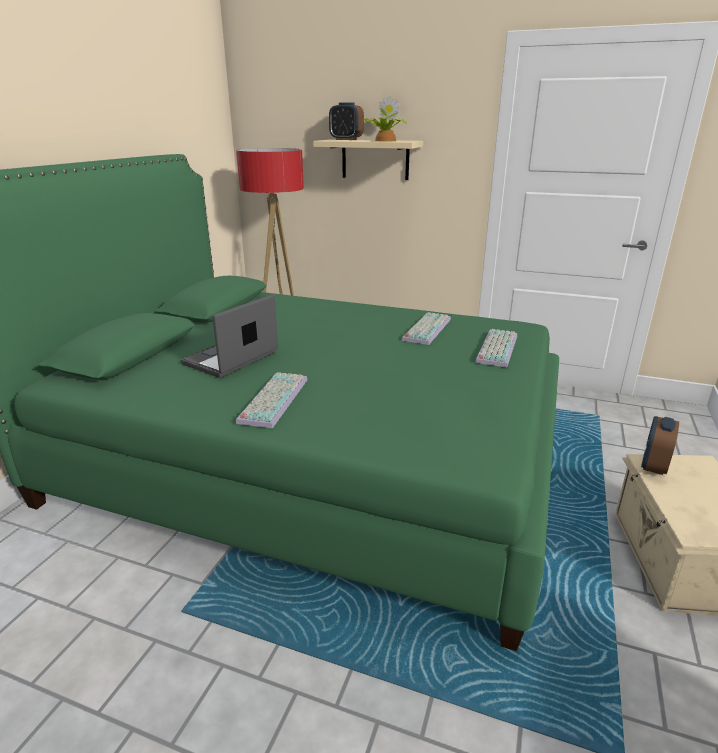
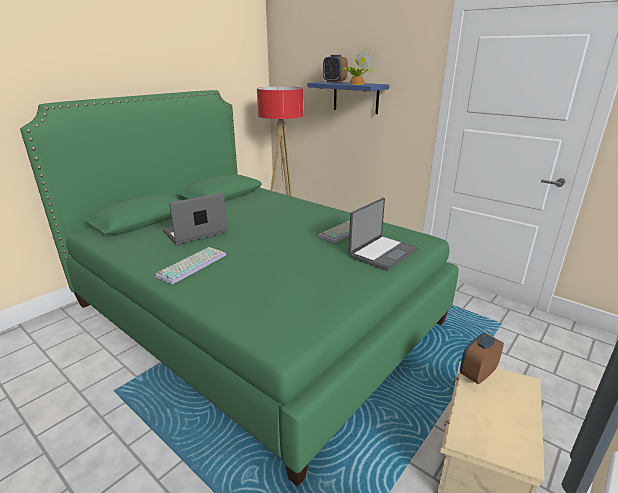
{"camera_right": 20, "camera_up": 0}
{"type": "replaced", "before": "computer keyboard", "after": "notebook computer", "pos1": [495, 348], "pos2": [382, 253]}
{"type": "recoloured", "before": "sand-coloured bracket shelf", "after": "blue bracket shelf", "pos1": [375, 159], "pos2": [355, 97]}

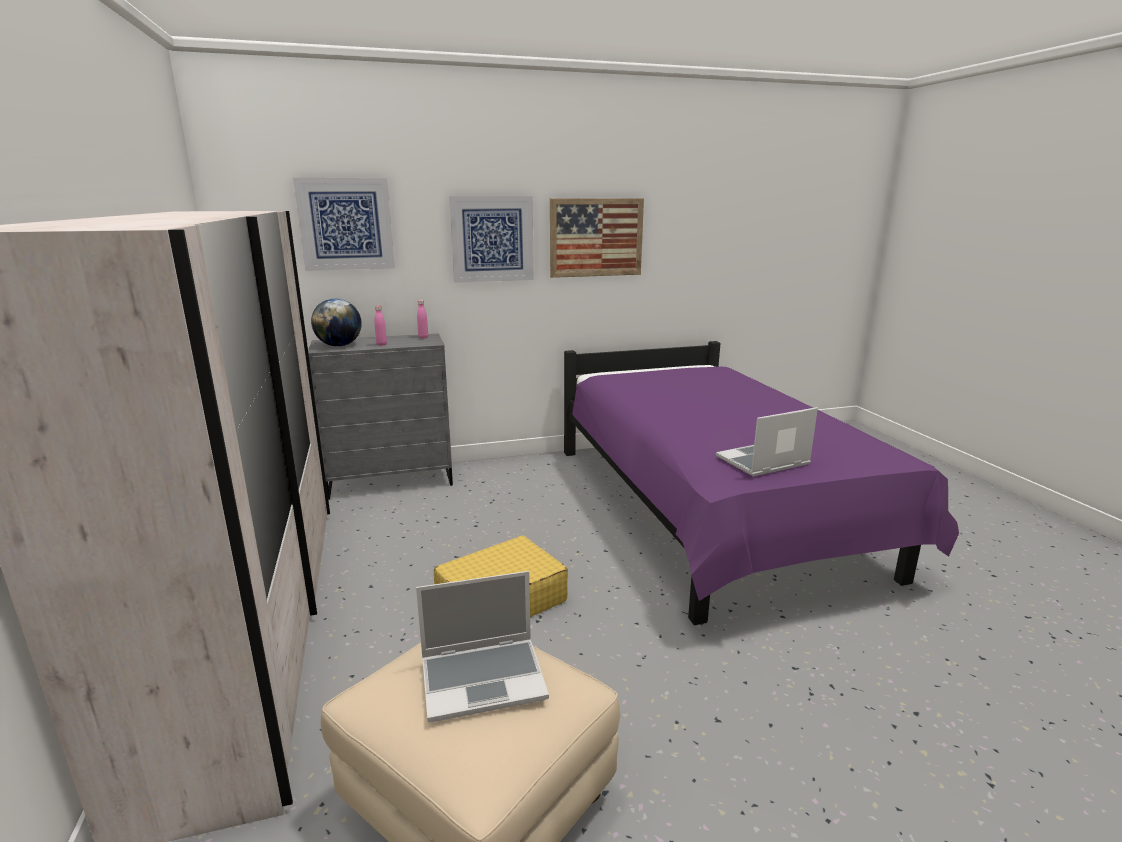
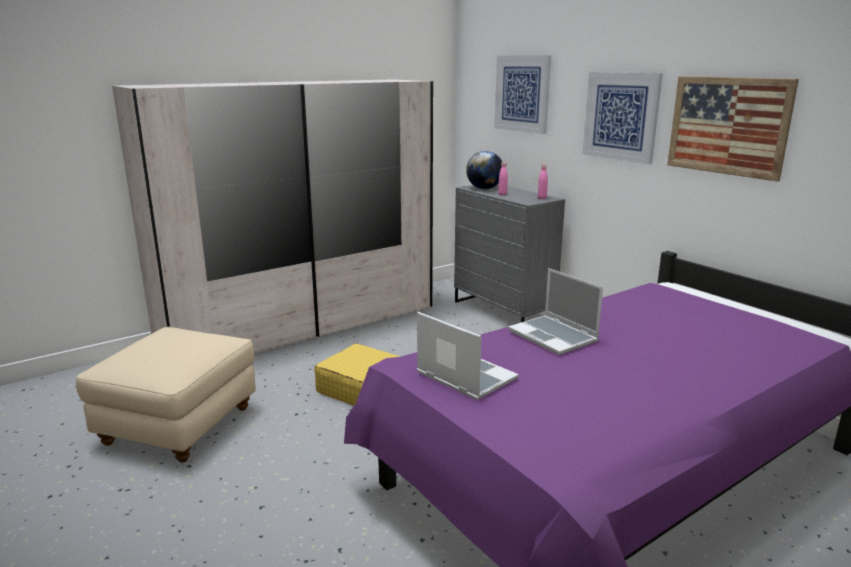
{"camera_right": 70, "camera_up": 0}
{"type": "moved", "before": "notebook computer", "pos1": [484, 679], "pos2": [554, 336]}

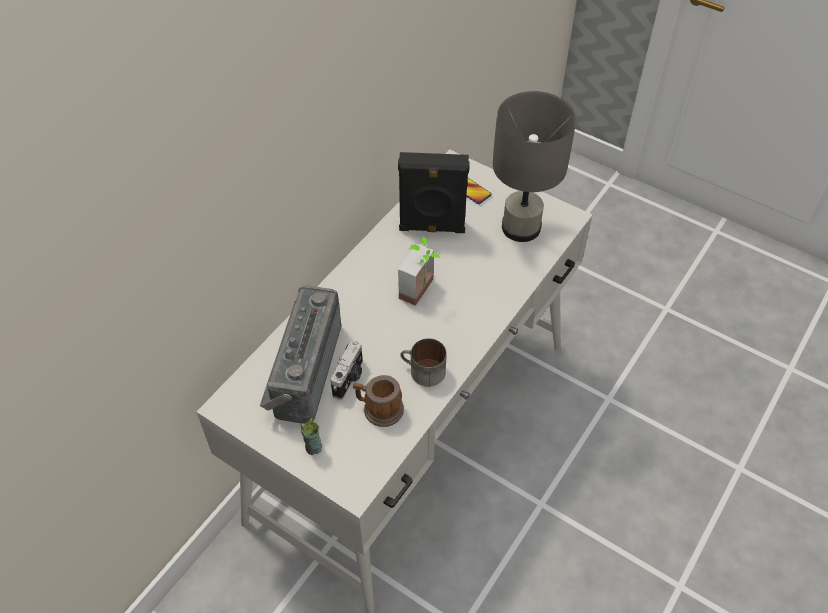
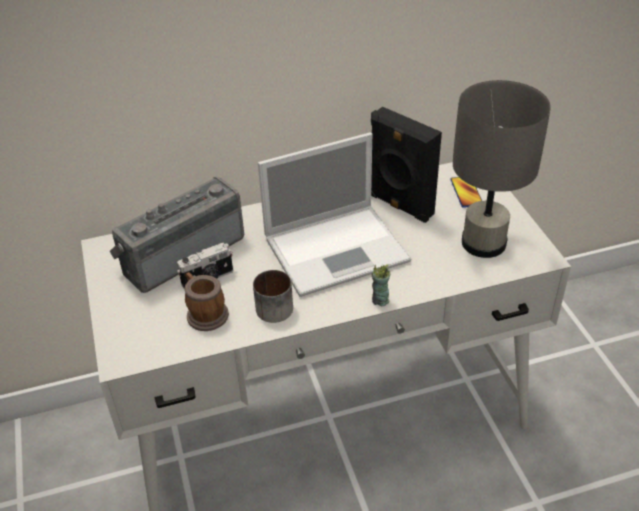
{"camera_right": 40, "camera_up": -10}
{"type": "moved", "before": "drinking cup", "pos1": [313, 448], "pos2": [380, 300]}
{"type": "replaced", "before": "houseplant", "after": "notebook computer", "pos1": [423, 292], "pos2": [338, 248]}

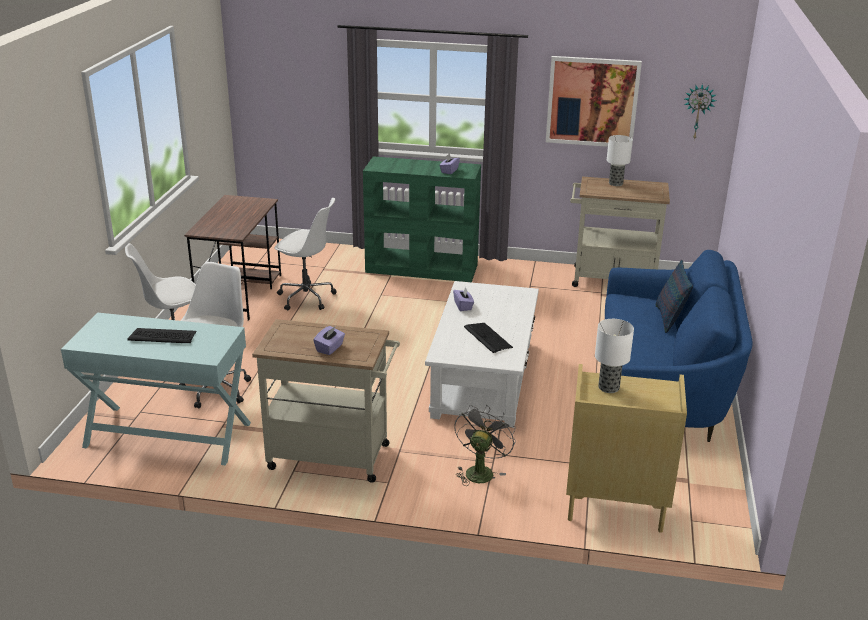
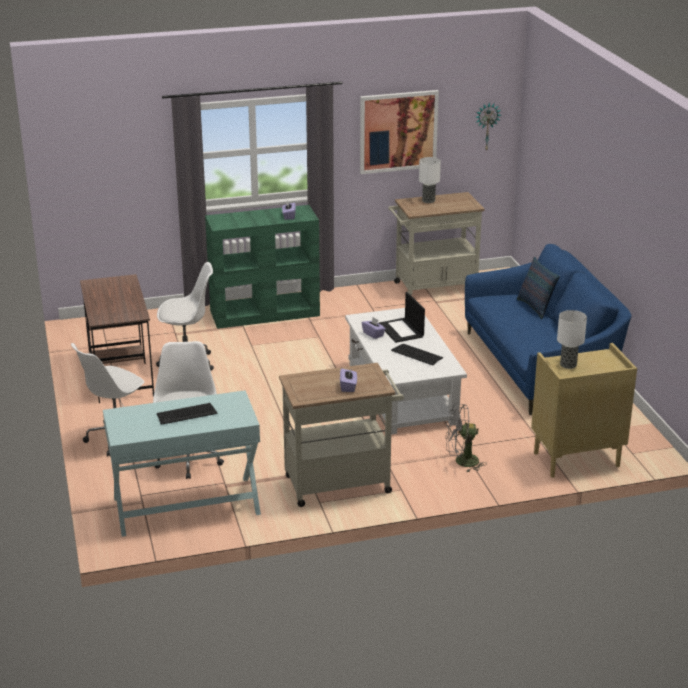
{"camera_right": -25, "camera_up": 0}
{"type": "added", "after": "notebook computer", "pos2": [401, 330]}
{"type": "turned", "before": "grey fan", "pos1": [480, 470], "pos2": [461, 462], "turn": -90}

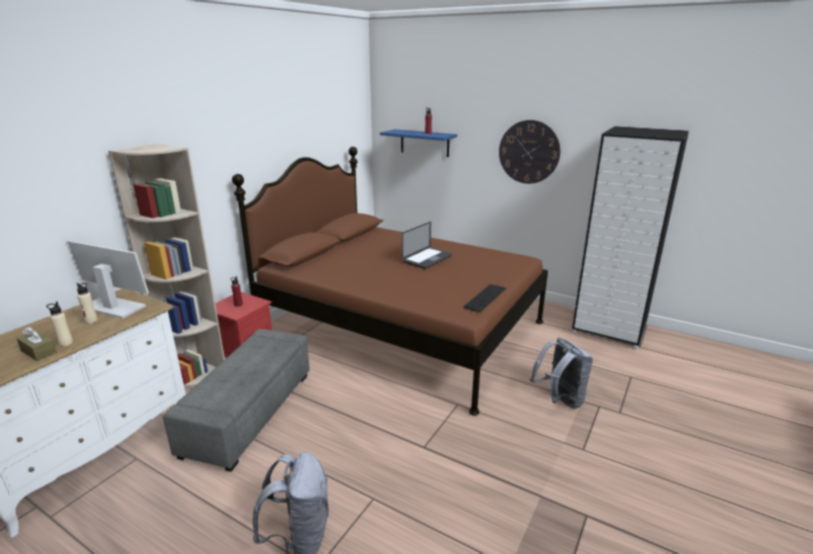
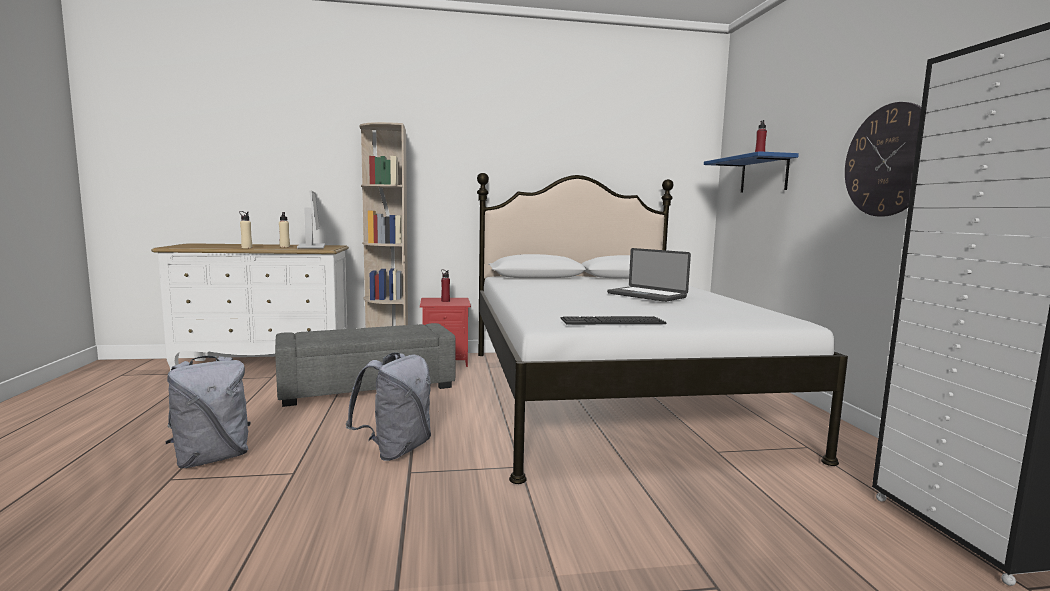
{"camera_right": 50, "camera_up": -15}
{"type": "removed", "before": "brownish box of tissues", "pos1": [39, 351]}
{"type": "moved", "before": "grey knapsack", "pos1": [559, 400], "pos2": [395, 450]}
{"type": "recoloured", "before": "brownish bed", "after": "white bed", "pos1": [402, 329], "pos2": [610, 395]}
{"type": "turned", "before": "notebook computer", "pos1": [427, 259], "pos2": [646, 295], "turn": 45}

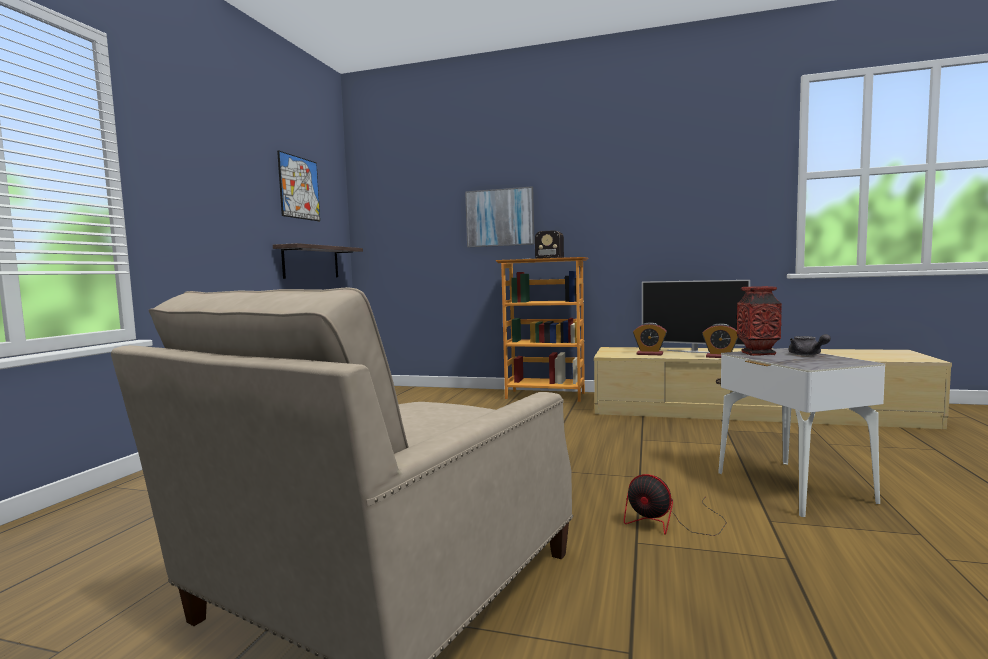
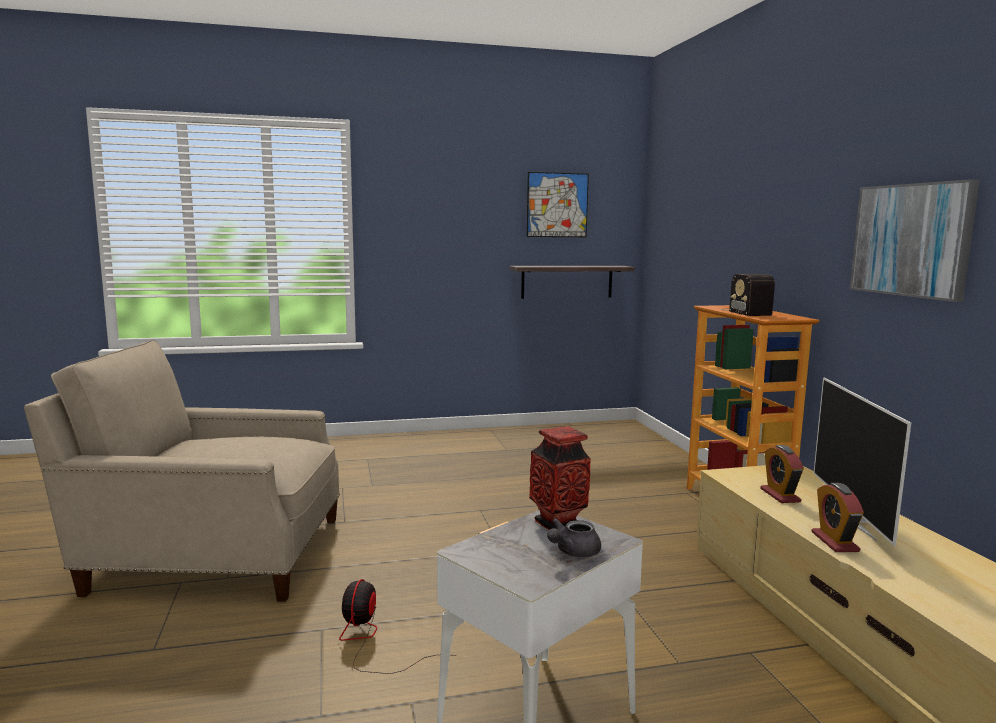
{"camera_right": 60, "camera_up": 5}
{"type": "moved", "before": "picture", "pos1": [500, 217], "pos2": [911, 240]}

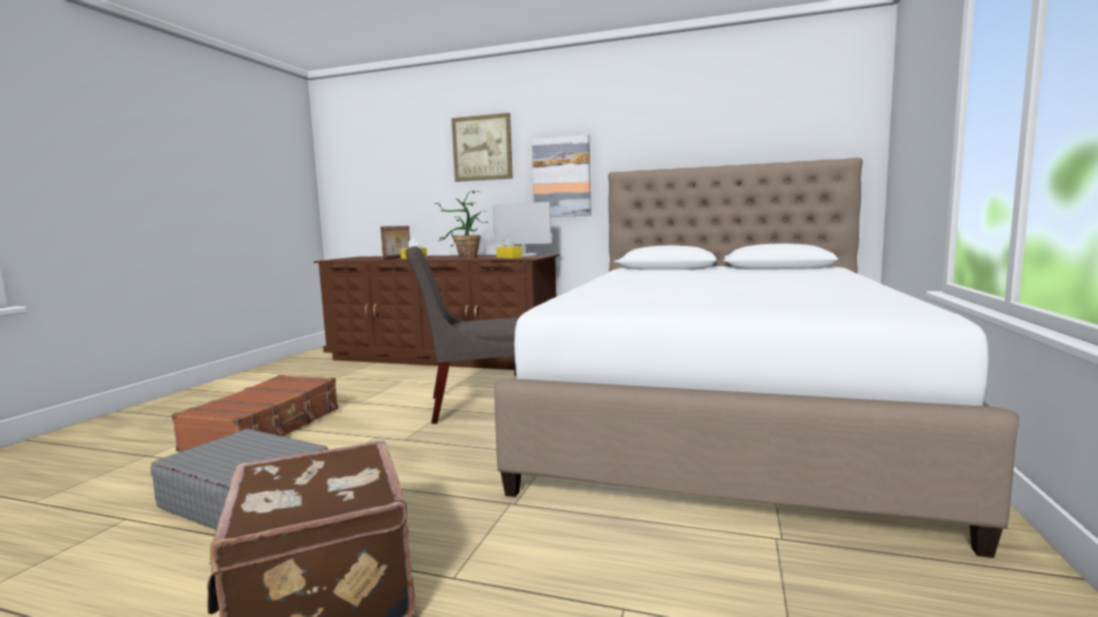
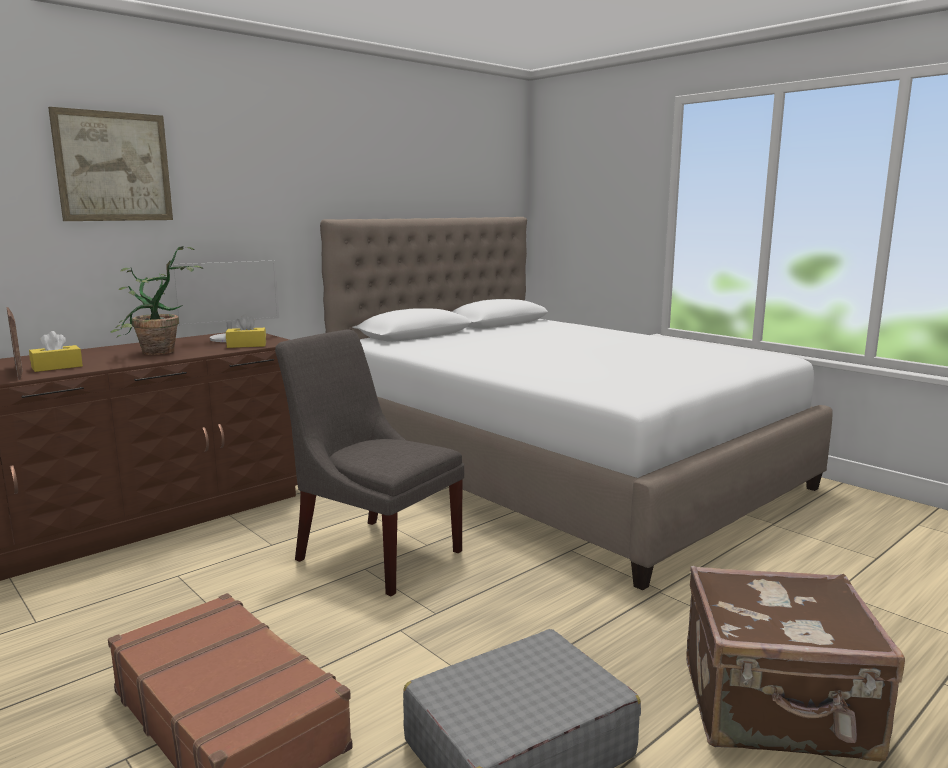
{"camera_right": -60, "camera_up": 5}
{"type": "removed", "before": "picture", "pos1": [561, 177]}
{"type": "turned", "before": "grey plain chair", "pos1": [473, 405], "pos2": [374, 552], "turn": 105}

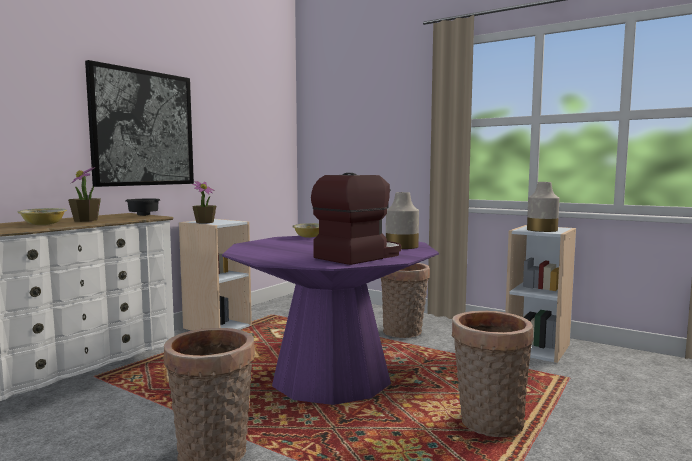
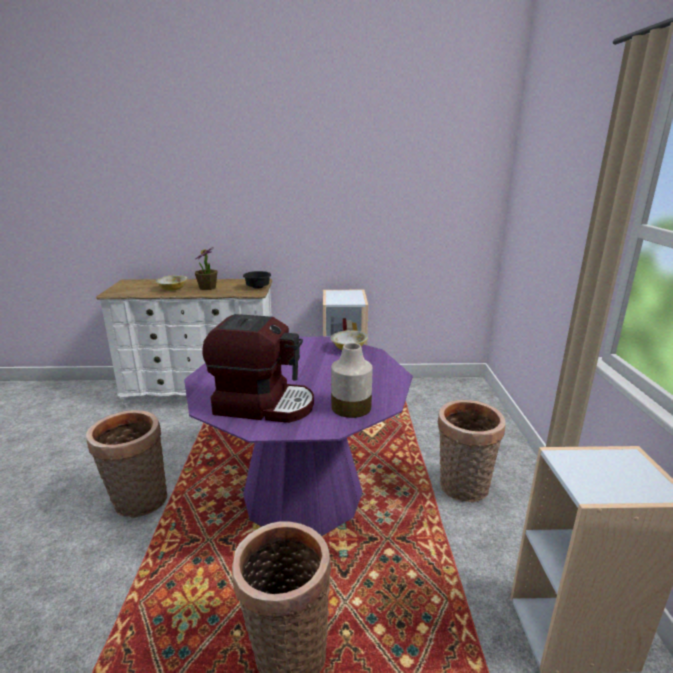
{"camera_right": 55, "camera_up": 15}
{"type": "removed", "before": "picture", "pos1": [143, 128]}
{"type": "removed", "before": "houseplant", "pos1": [205, 222]}
{"type": "removed", "before": "sand-coloured decorative vase", "pos1": [541, 230]}

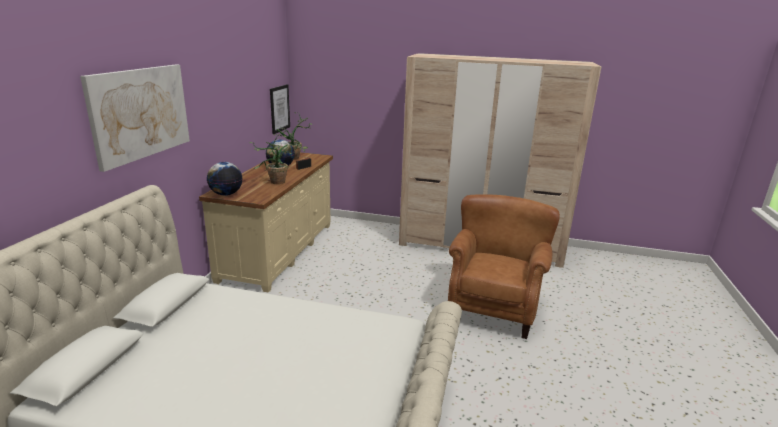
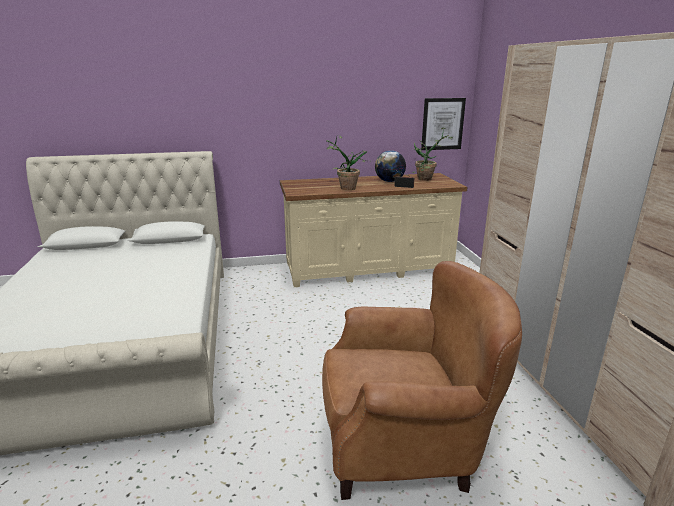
{"camera_right": 65, "camera_up": 0}
{"type": "removed", "before": "picture", "pos1": [140, 113]}
{"type": "removed", "before": "desk globe", "pos1": [226, 194]}

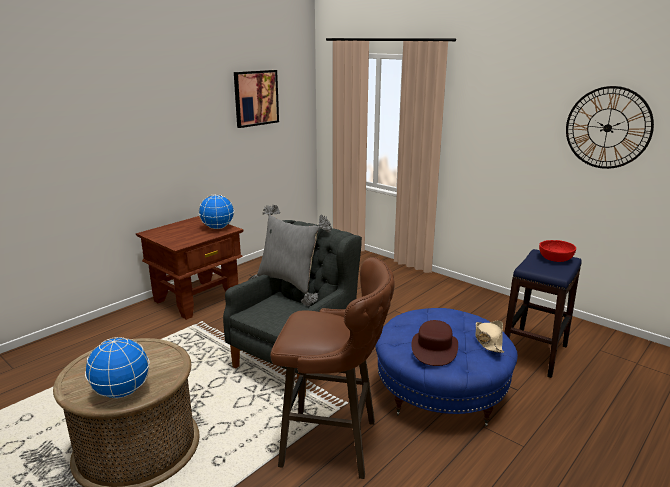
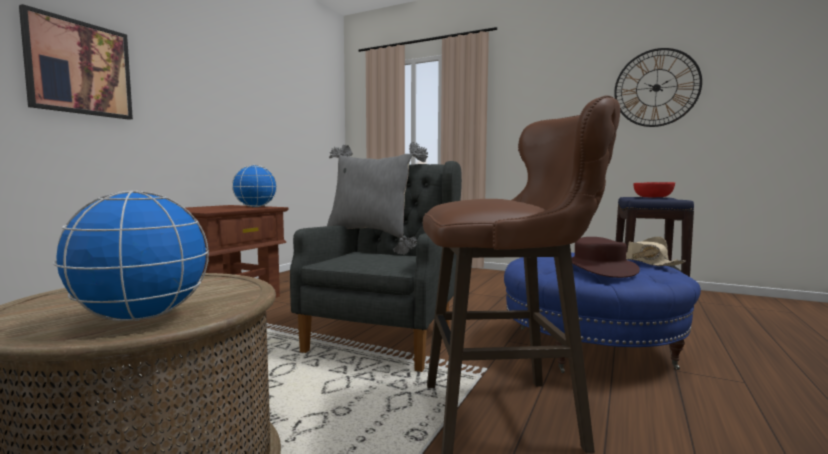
{"camera_right": -15, "camera_up": -15}
{"type": "moved", "before": "picture", "pos1": [256, 98], "pos2": [79, 68]}

